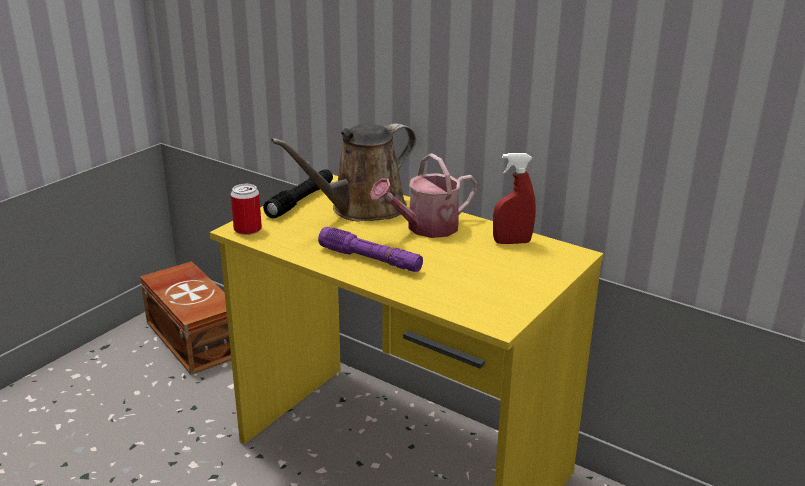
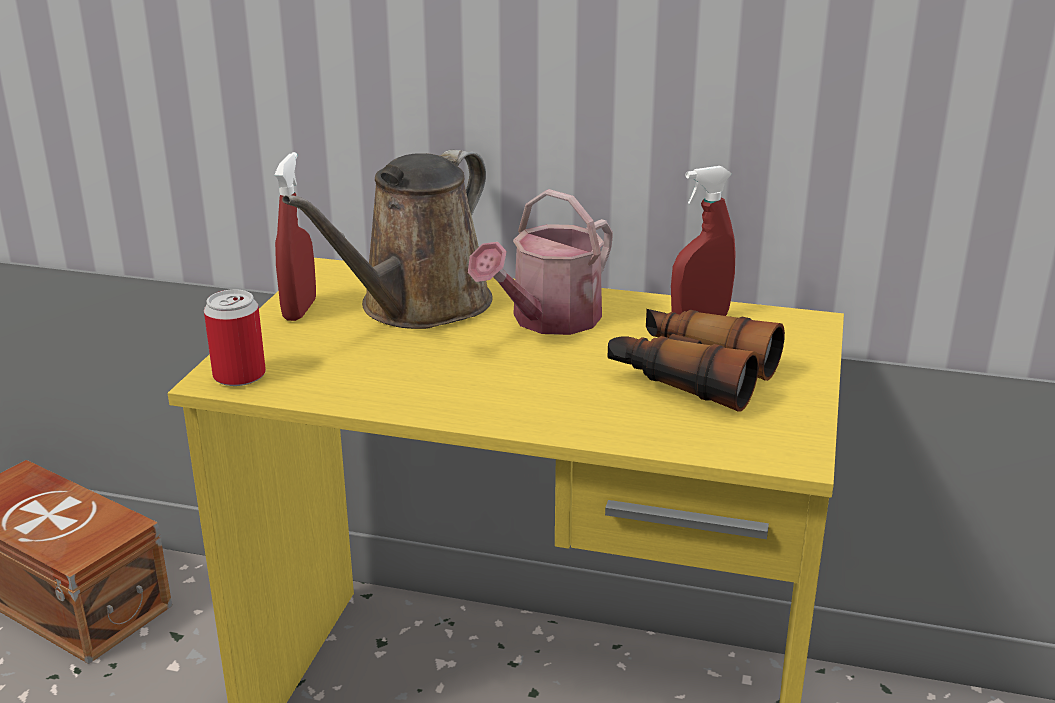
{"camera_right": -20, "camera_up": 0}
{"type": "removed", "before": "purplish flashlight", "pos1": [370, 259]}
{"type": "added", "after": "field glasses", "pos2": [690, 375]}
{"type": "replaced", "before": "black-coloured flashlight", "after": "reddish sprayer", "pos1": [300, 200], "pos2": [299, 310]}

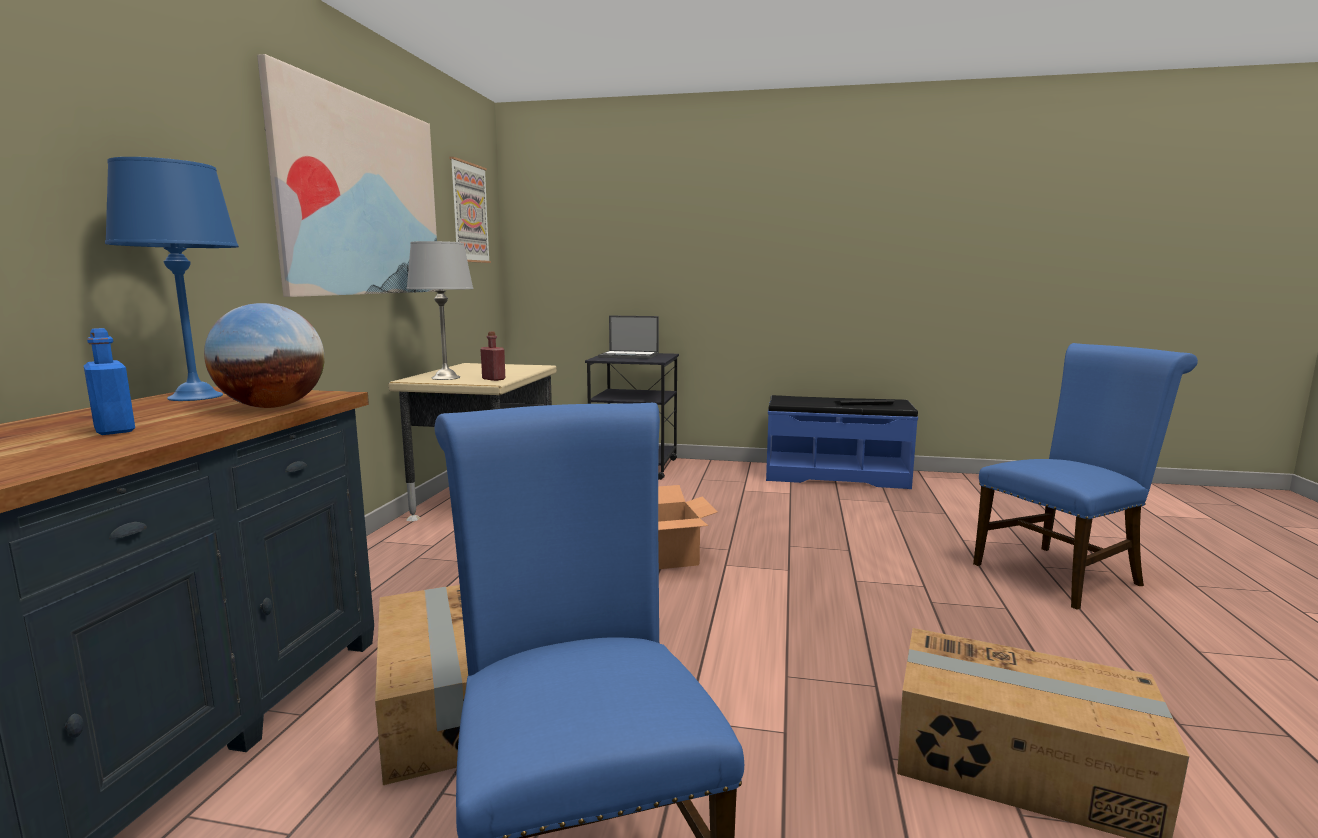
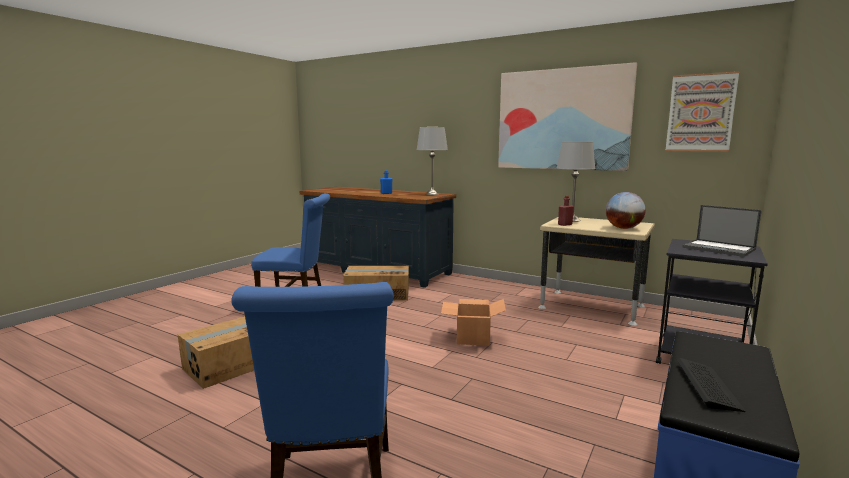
{"camera_right": 110, "camera_up": 0}
{"type": "moved", "before": "desk globe", "pos1": [272, 407], "pos2": [623, 228]}
{"type": "recoloured", "before": "blue tabletop lamp", "after": "grey tabletop lamp", "pos1": [195, 397], "pos2": [431, 194]}
{"type": "turned", "before": "notebook computer", "pos1": [630, 356], "pos2": [719, 248], "turn": -75}

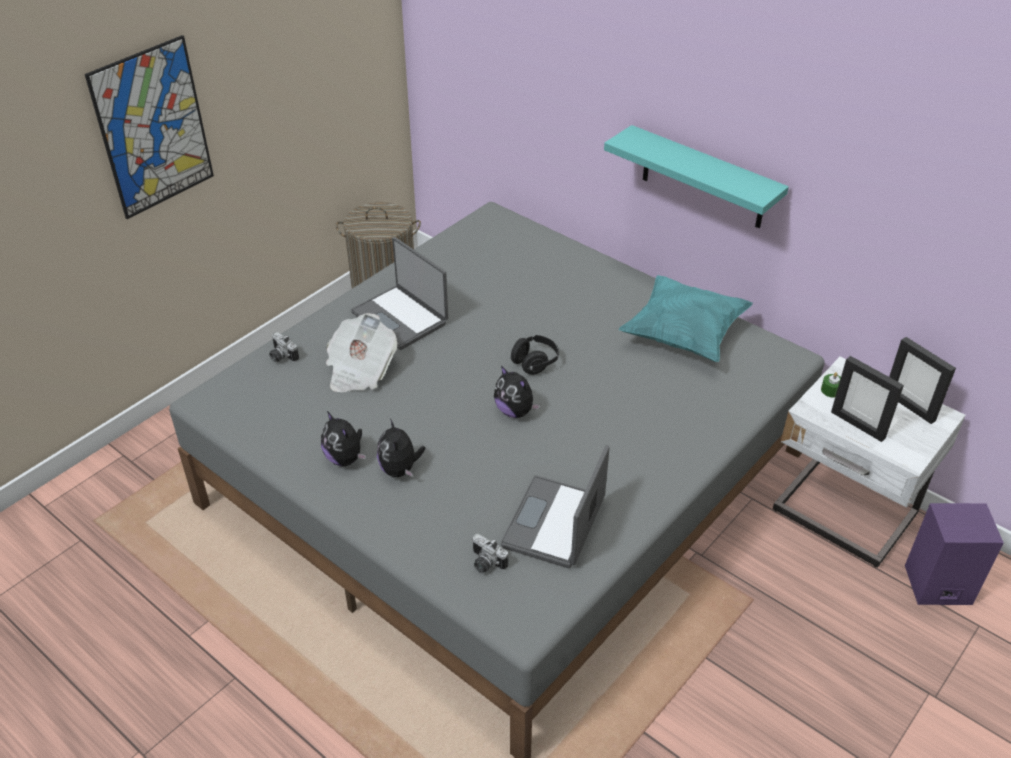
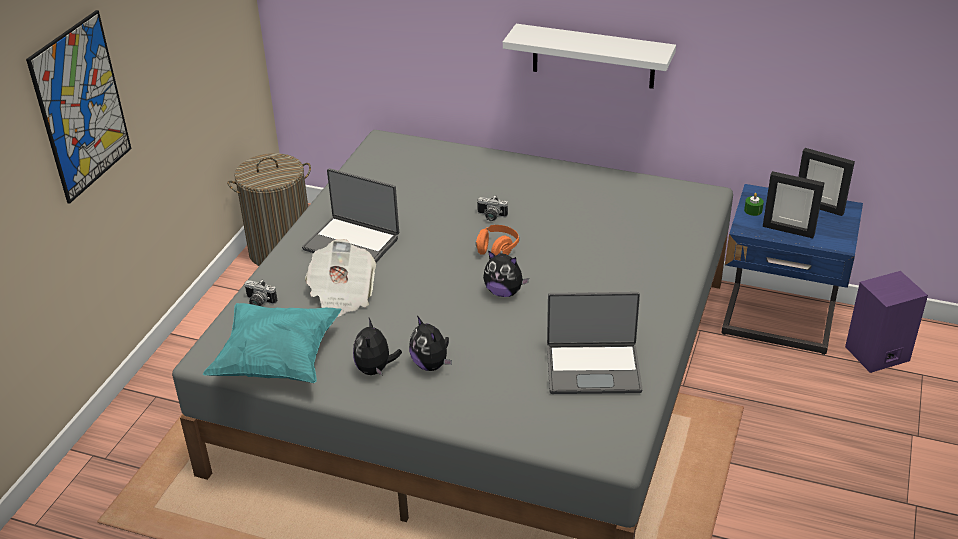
{"camera_right": -20, "camera_up": -5}
{"type": "moved", "before": "still camera", "pos1": [485, 563], "pos2": [491, 217]}
{"type": "moved", "before": "turquoise throw pillow", "pos1": [683, 335], "pos2": [277, 361]}
{"type": "recoloured", "before": "black-coloured pair of headphones", "after": "orange pair of headphones", "pos1": [535, 362], "pos2": [497, 250]}
{"type": "recoloured", "before": "turquoise bracket shelf", "after": "white bracket shelf", "pos1": [703, 178], "pos2": [593, 56]}
{"type": "recoloured", "before": "white bedside table", "after": "blue bedside table", "pos1": [843, 515], "pos2": [778, 323]}
{"type": "turned", "before": "cuddly toy", "pos1": [345, 458], "pos2": [375, 369], "turn": 60}
{"type": "turned", "before": "notebook computer", "pos1": [556, 524], "pos2": [593, 369], "turn": -90}

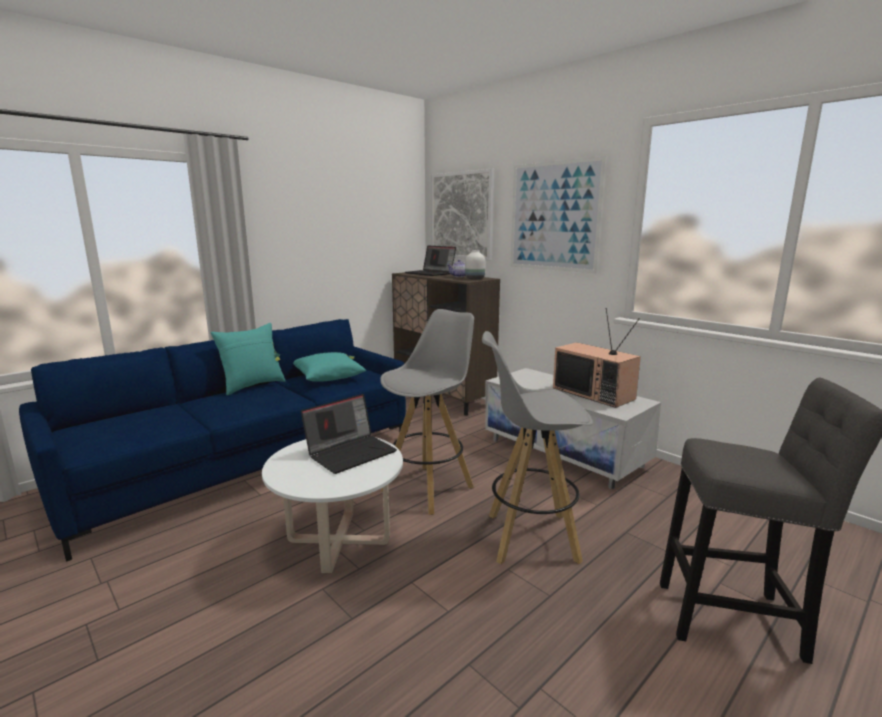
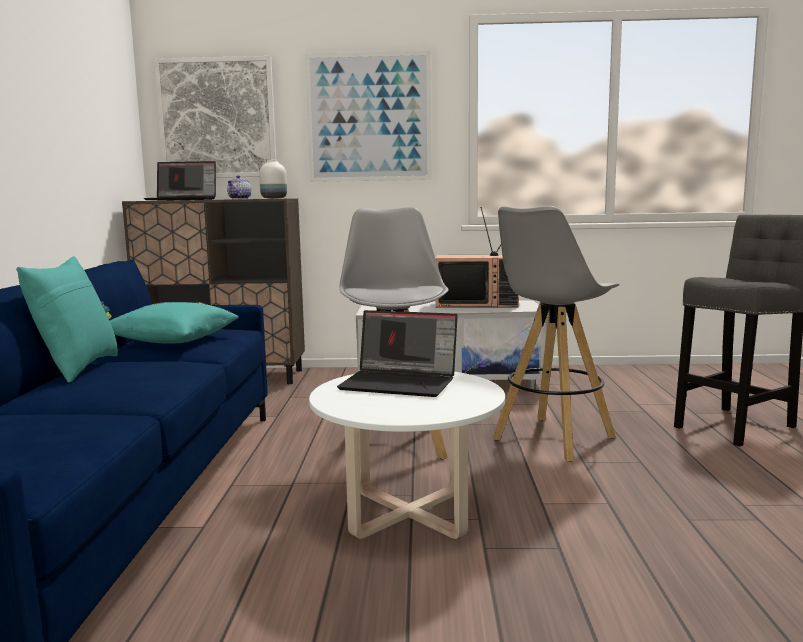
{"camera_right": -45, "camera_up": -5}
{"type": "turned", "before": "notebook computer", "pos1": [351, 452], "pos2": [401, 383], "turn": 105}

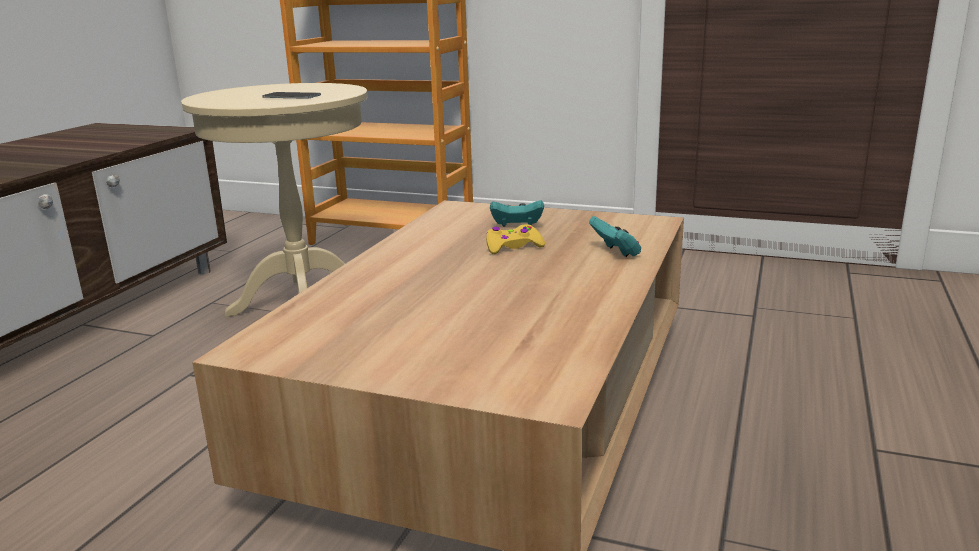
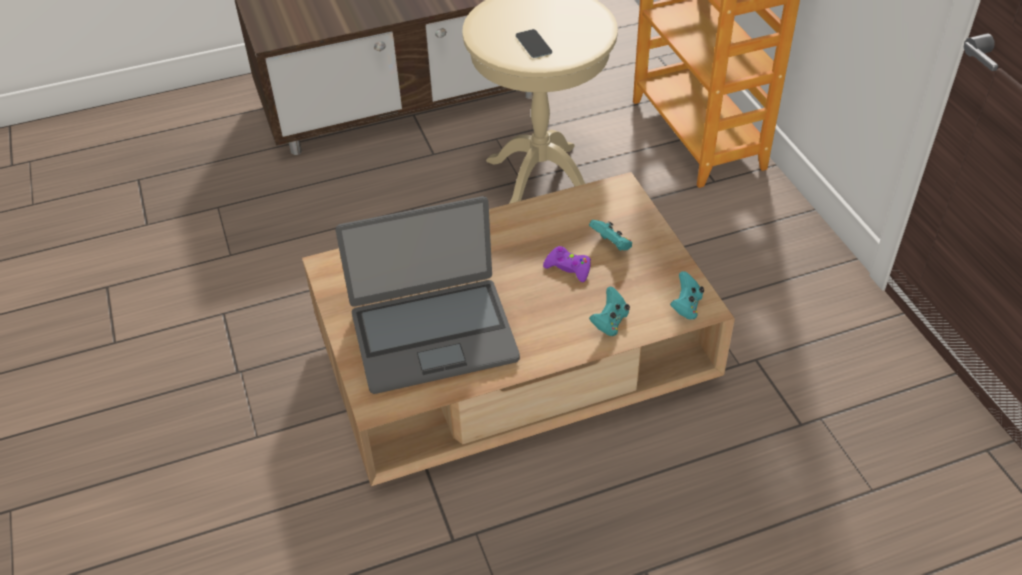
{"camera_right": 50, "camera_up": 25}
{"type": "added", "after": "notebook computer", "pos2": [433, 334]}
{"type": "added", "after": "turquoise gamepad", "pos2": [686, 306]}
{"type": "recoloured", "before": "yellowish gamepad", "after": "purplish gamepad", "pos1": [513, 247], "pos2": [568, 268]}

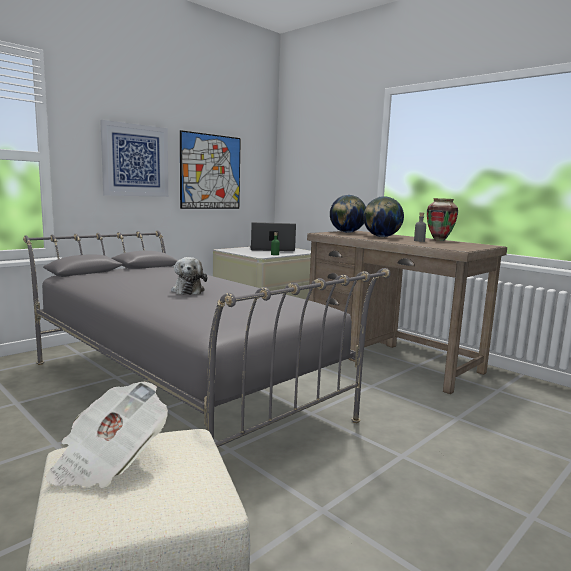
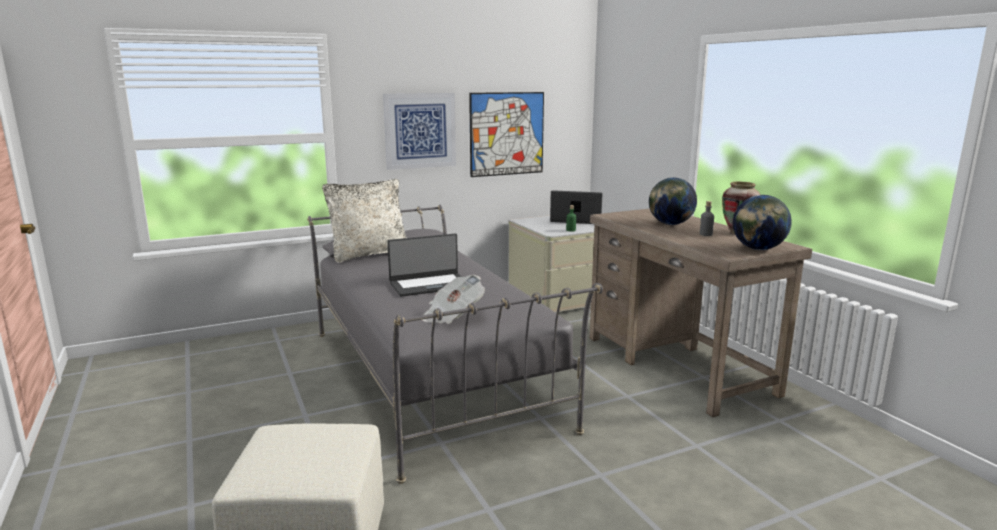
{"camera_right": 20, "camera_up": 5}
{"type": "added", "after": "sand-coloured throw pillow", "pos2": [370, 255]}
{"type": "moved", "before": "printed paper", "pos1": [108, 461], "pos2": [452, 315]}
{"type": "moved", "before": "desk globe", "pos1": [346, 232], "pos2": [758, 249]}
{"type": "replaced", "before": "cuddly toy", "after": "notebook computer", "pos1": [188, 290], "pos2": [429, 285]}

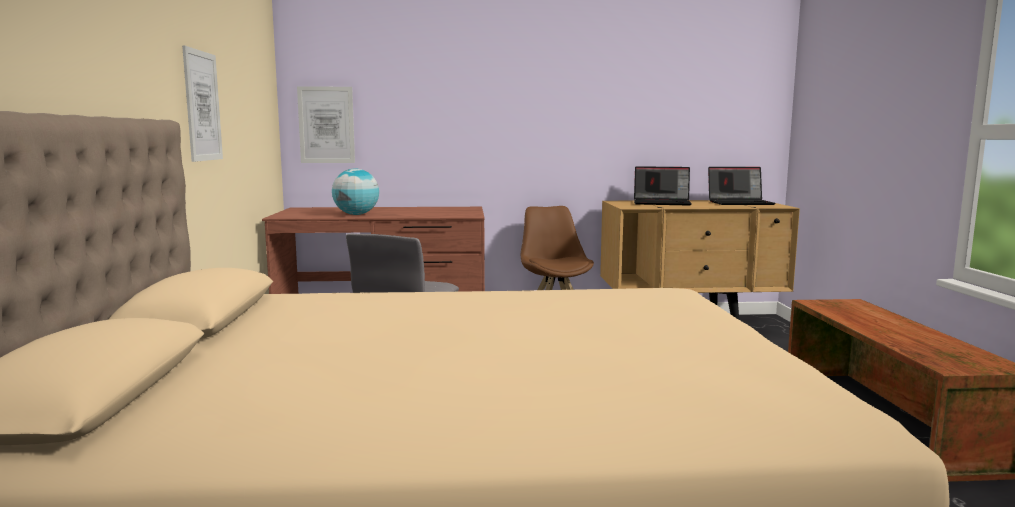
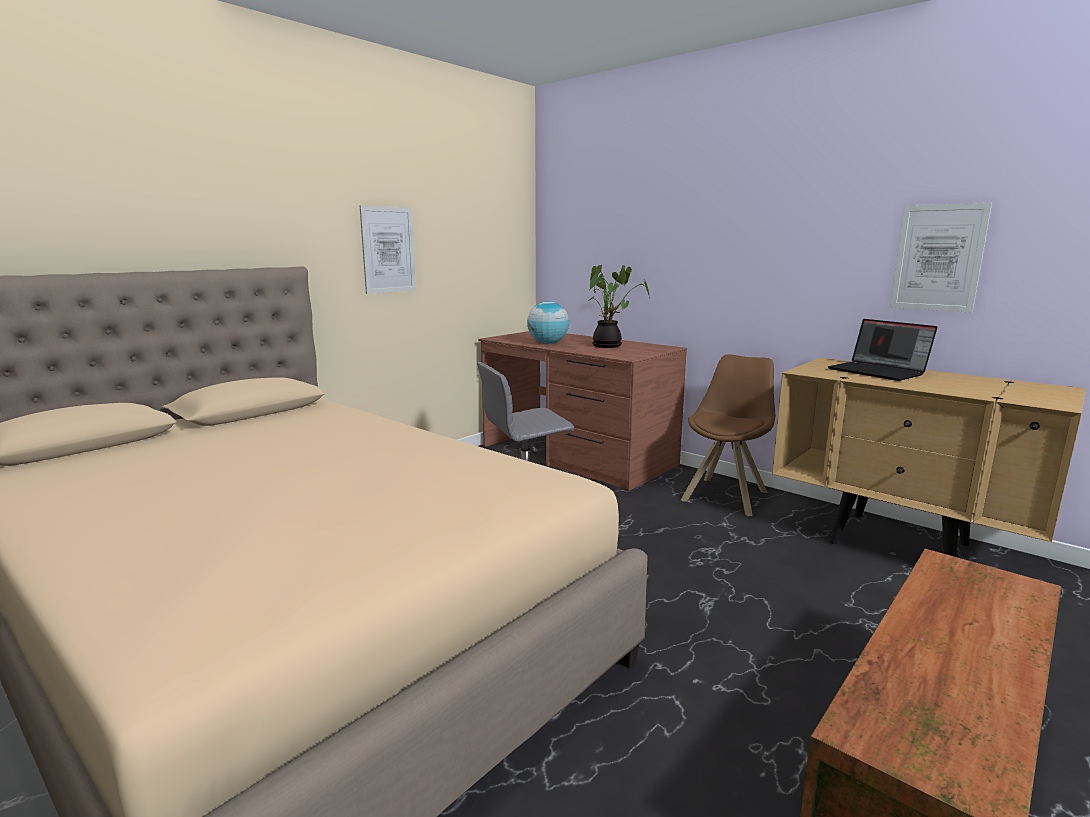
{"camera_right": 45, "camera_up": 5}
{"type": "removed", "before": "notebook computer", "pos1": [740, 203]}
{"type": "added", "after": "houseplant", "pos2": [609, 346]}
{"type": "moved", "before": "picture", "pos1": [326, 125], "pos2": [938, 258]}

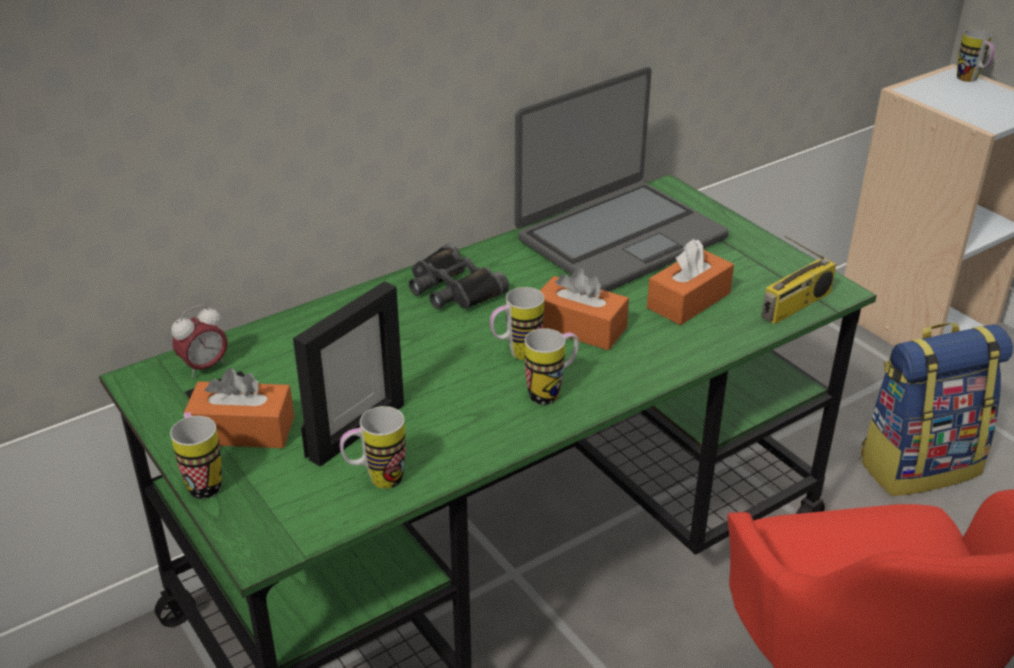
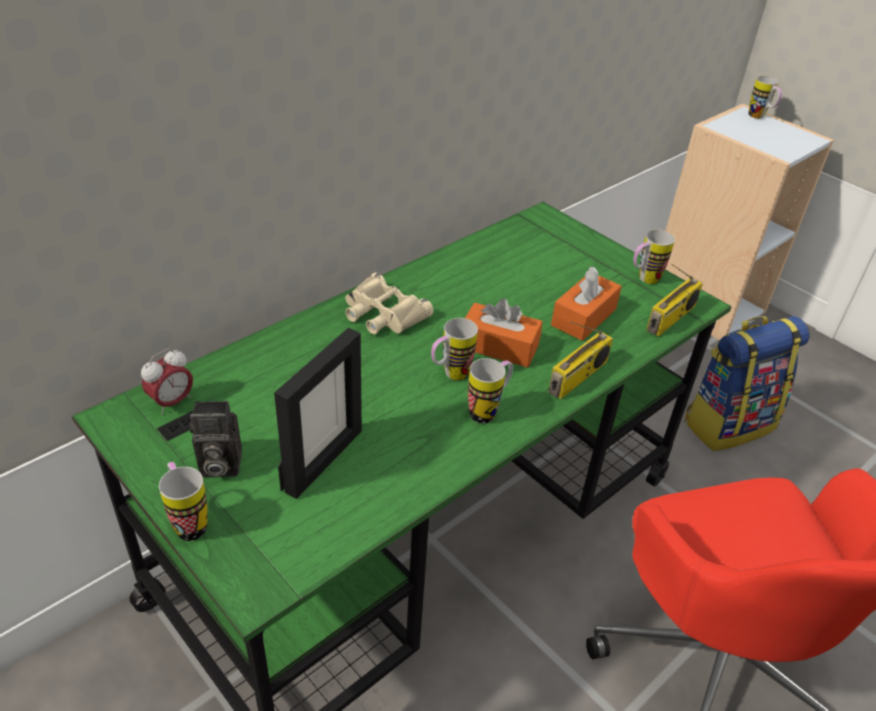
{"camera_right": -10, "camera_up": 5}
{"type": "removed", "before": "notebook computer", "pos1": [619, 237]}
{"type": "added", "after": "radio", "pos2": [578, 378]}
{"type": "moved", "before": "coffee mug", "pos1": [376, 481], "pos2": [643, 280]}
{"type": "replaced", "before": "orange box of tissues", "after": "still camera", "pos1": [243, 430], "pos2": [218, 465]}
{"type": "recoloured", "before": "black-coloured field glasses", "after": "sand-coloured field glasses", "pos1": [452, 288], "pos2": [383, 313]}

